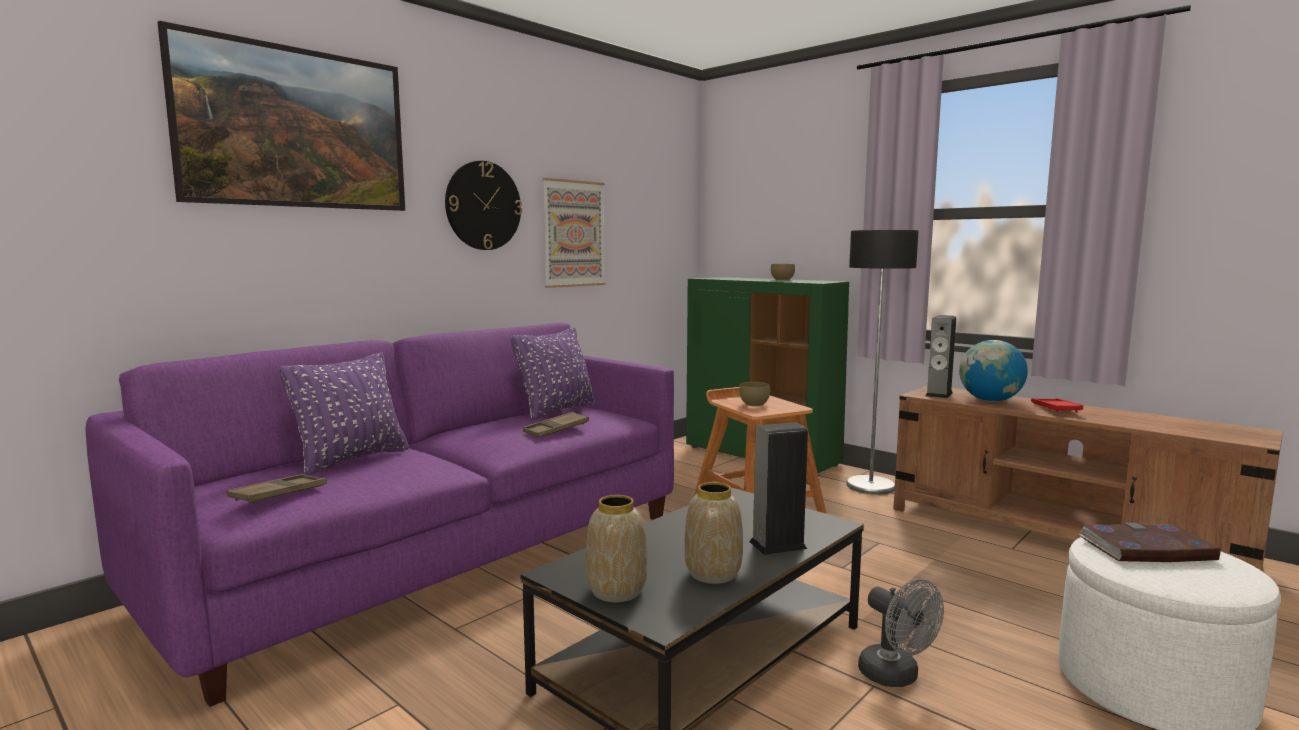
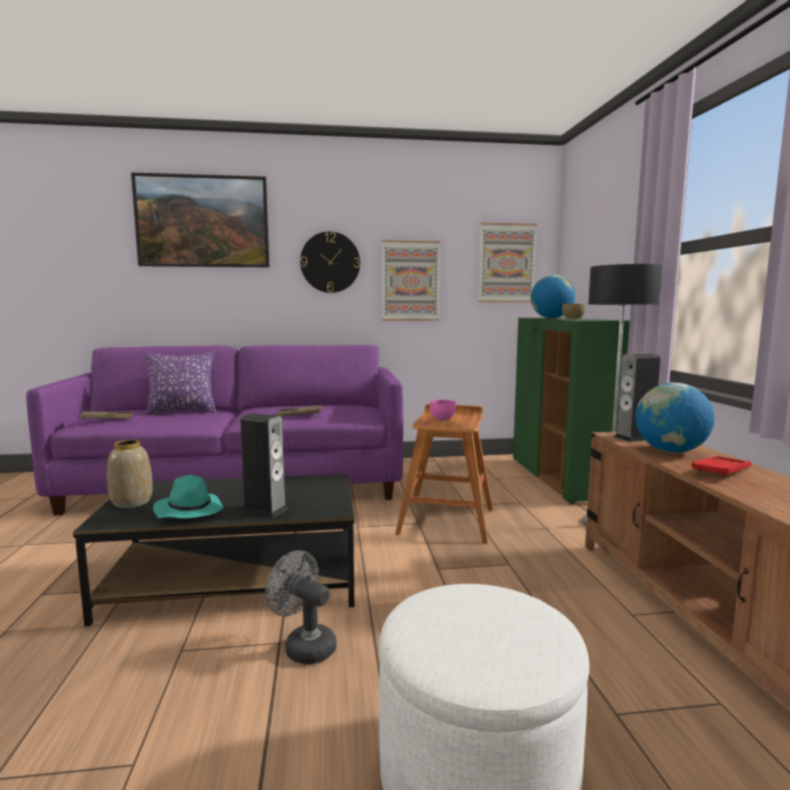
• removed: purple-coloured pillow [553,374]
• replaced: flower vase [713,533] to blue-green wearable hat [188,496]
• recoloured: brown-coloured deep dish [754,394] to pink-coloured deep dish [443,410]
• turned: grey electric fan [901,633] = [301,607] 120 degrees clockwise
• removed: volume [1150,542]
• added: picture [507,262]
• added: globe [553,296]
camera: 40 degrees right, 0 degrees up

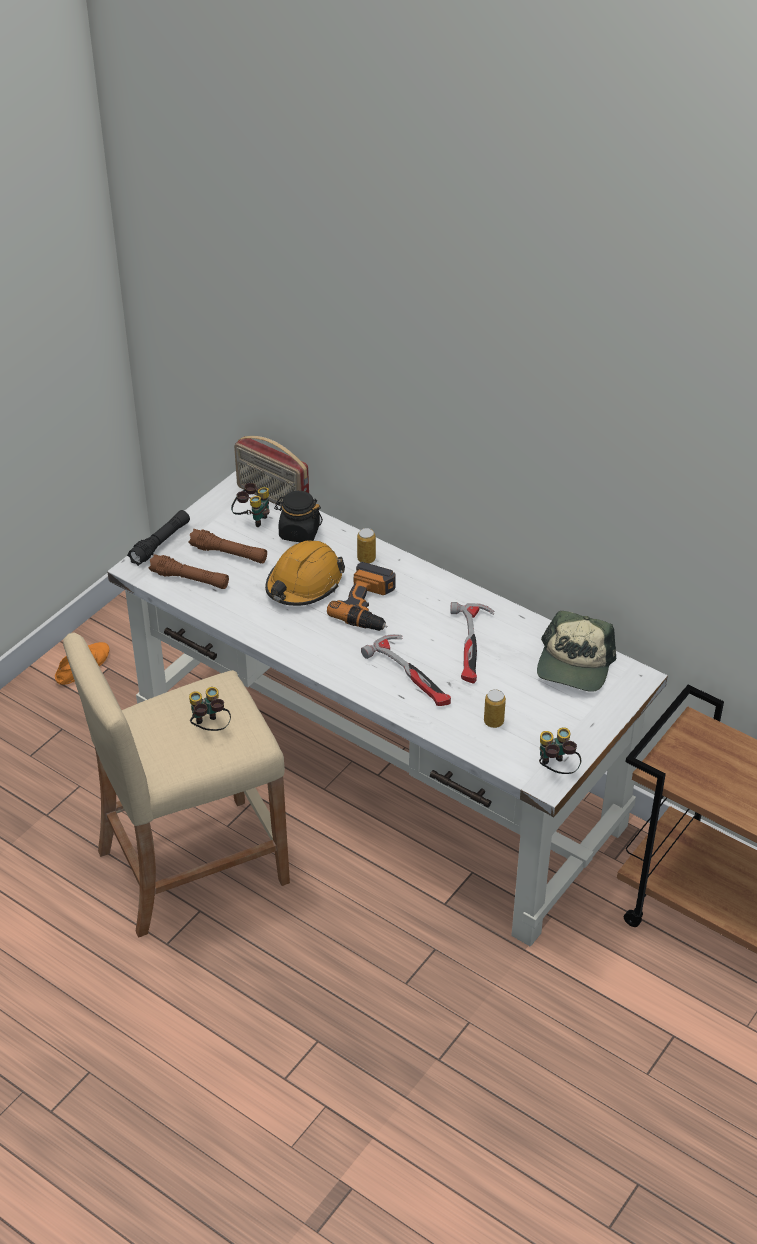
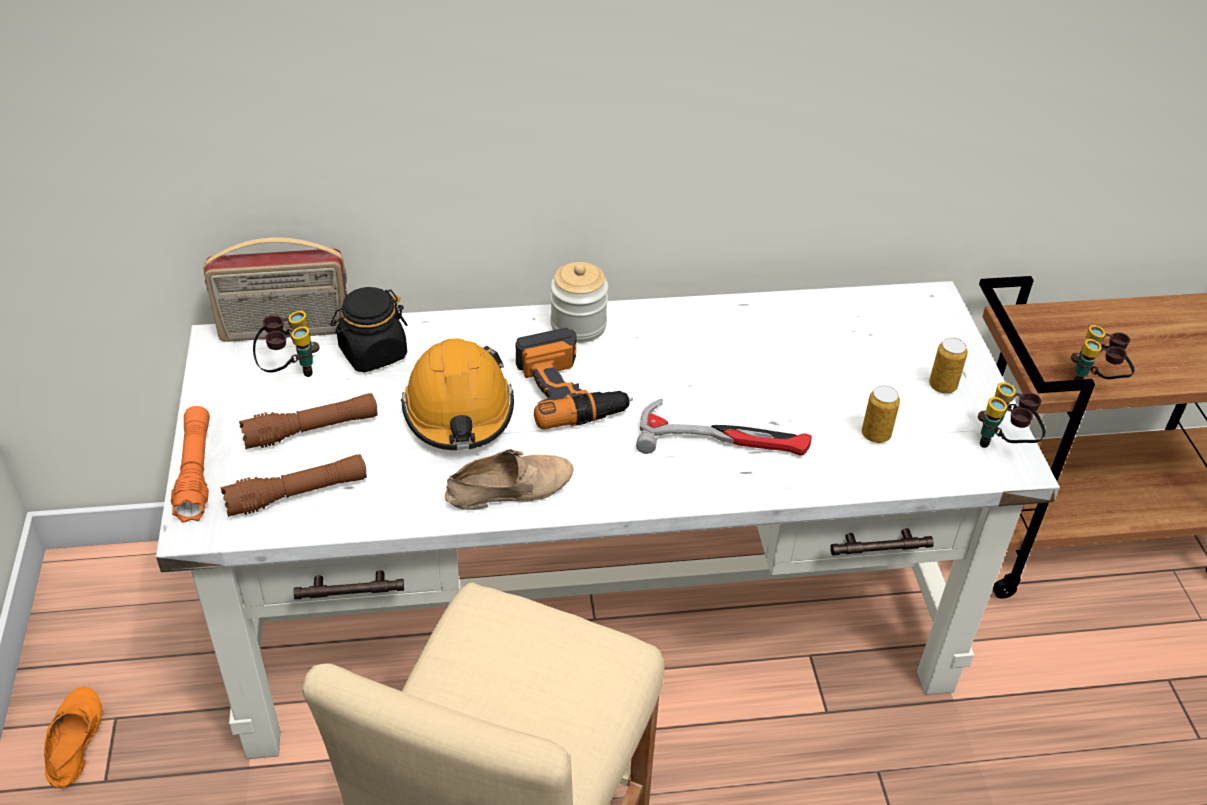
• recoloured: blackish flashlight [158,538] to orange flashlight [190,464]
• moved: field glasses [210,709] to [1103,352]
• moved: metal can [366,545] to [948,365]
• removed: tool hammer [472,642]
• removed: peaked cap [576,651]
• added: beige-coloured item of footwear [509,479]
• added: preserve jar [579,302]
camera: 45 degrees left, 0 degrees up

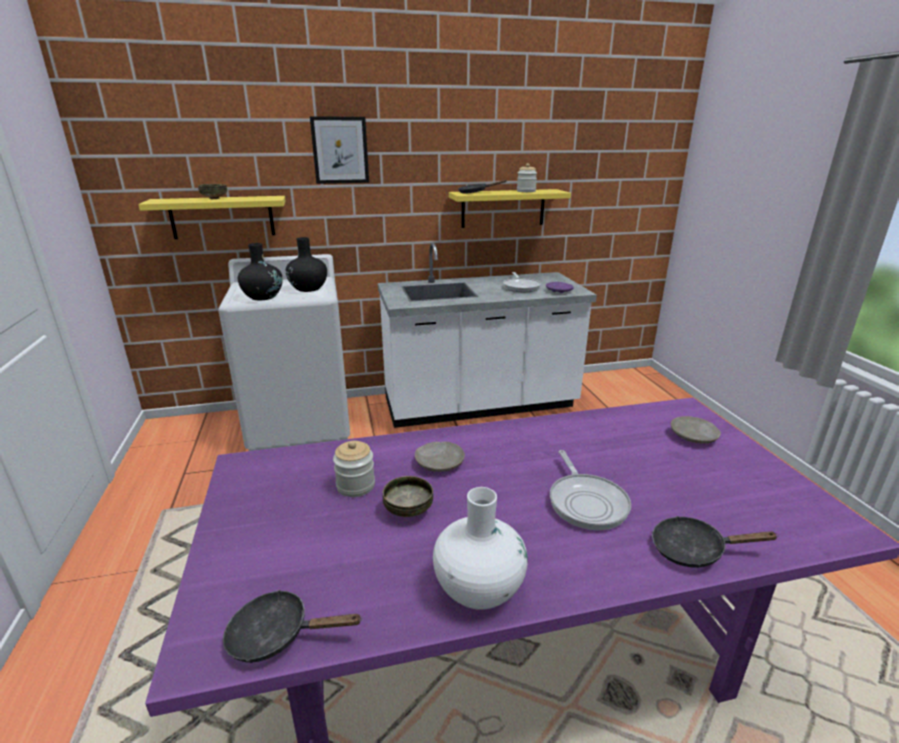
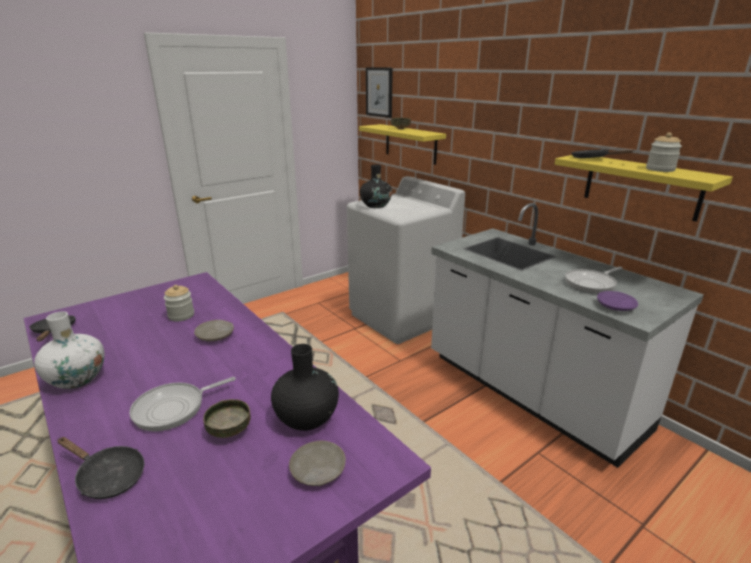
• moved: blackish flower vase [306,264] to [305,387]
• moved: picture [339,150] to [379,92]
• moved: deep dish [407,496] to [227,418]
• turned: blackish pan [715,542] = [100,468] 135 degrees clockwise
camera: 65 degrees right, 0 degrees up

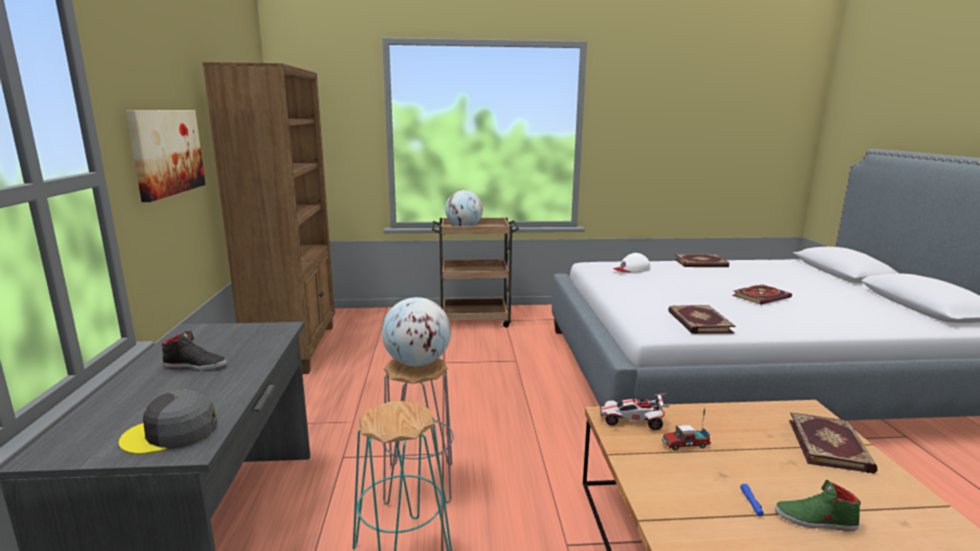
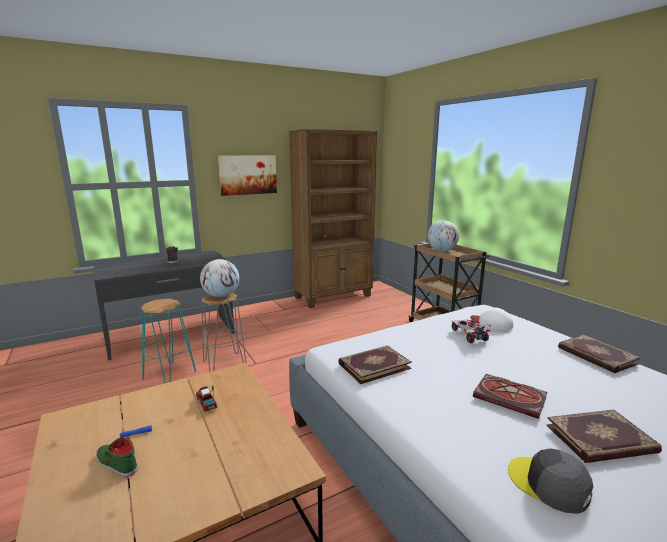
• moved: grey peaked cap [168,422] to [550,481]
• moved: miniature car [635,411] to [471,331]
• turned: green item of footwear [818,505] = [117,456] 45 degrees counterclockwise
• moved: volume [833,443] to [604,436]
camera: 65 degrees right, 0 degrees up

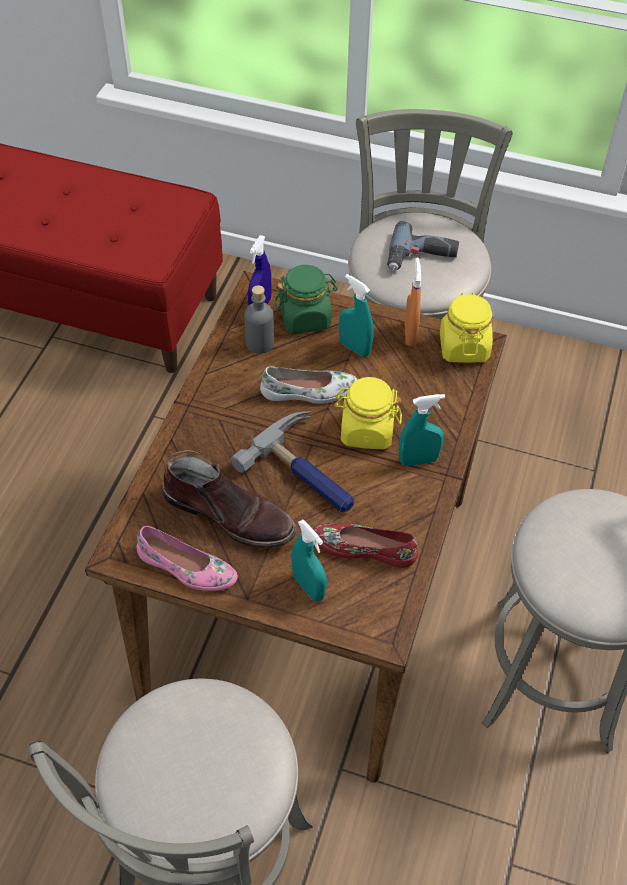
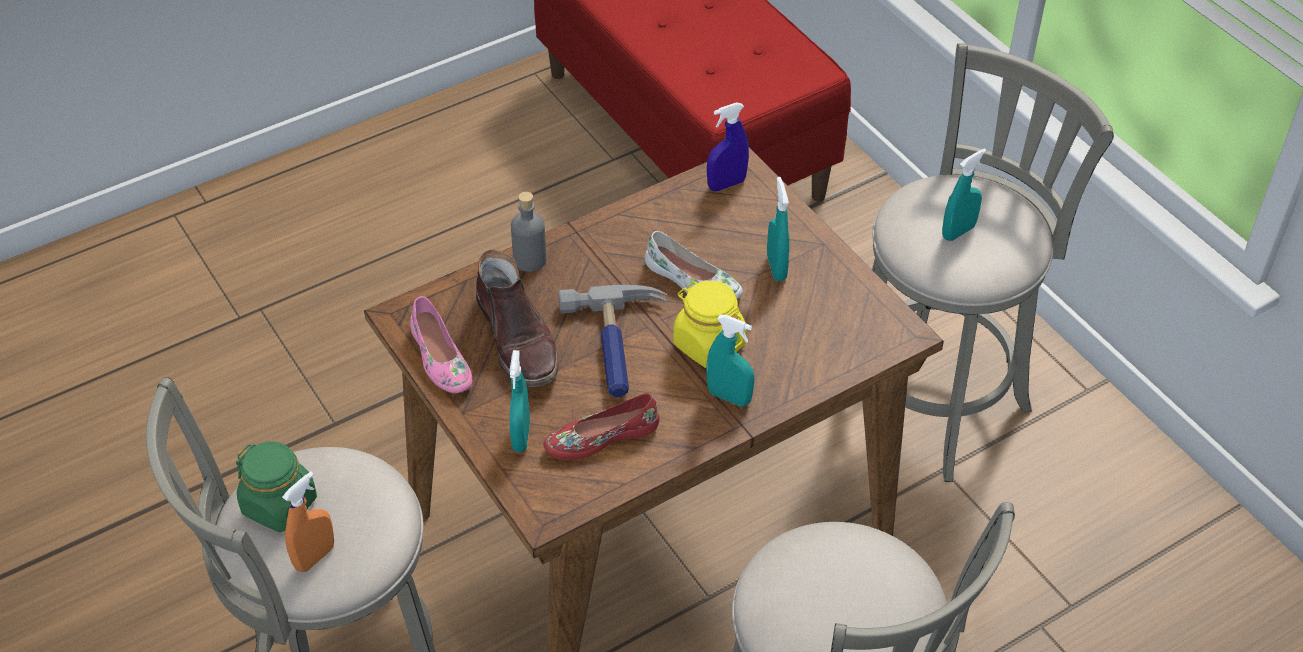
• moved: grey bottle [259,319] to [528,232]
• moved: green preserve jar [306,299] to [276,486]
• turned: red item of footwear [365,545] = [602,426] 75 degrees counterclockwise
• replaced: drill [423,246] to blue-green hand sprayer [964,194]
• moved: orange hand sprayer [413,302] to [308,521]
• removed: yellowish preserve jar [466,327]
camera: 40 degrees right, 5 degrees down

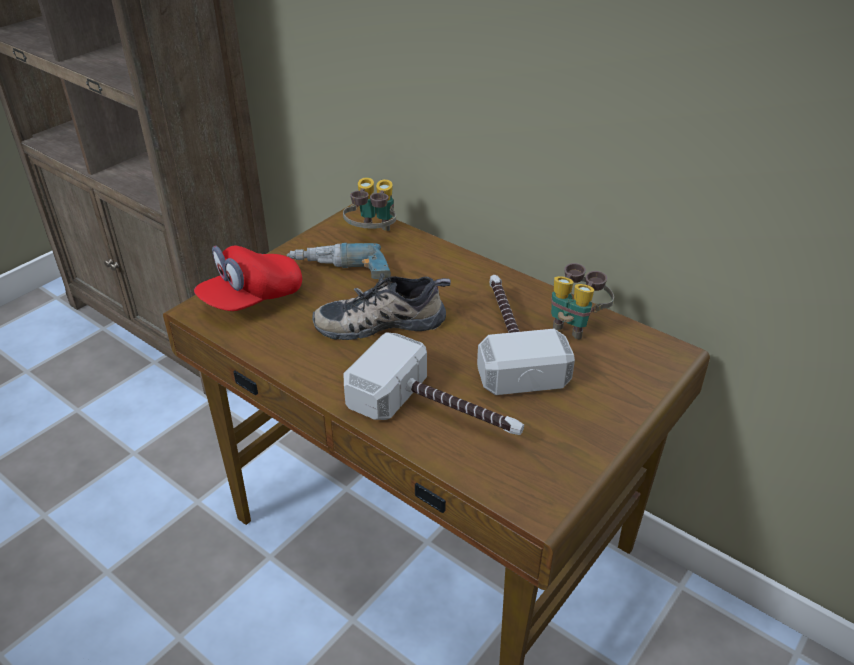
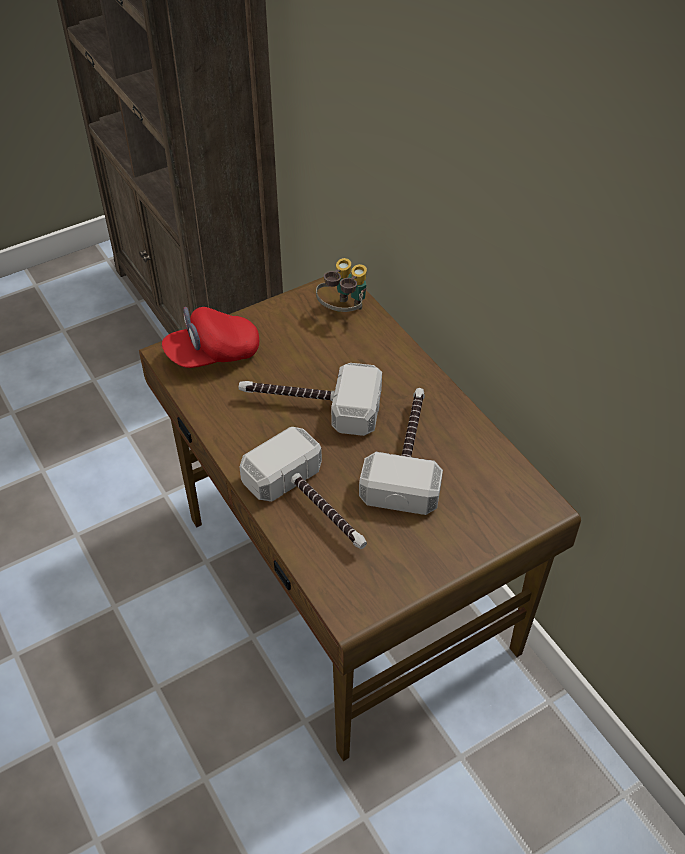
• removed: drill [339,262]
• replaced: item of footwear [381,308] to tool hammer [310,399]
• removed: field glasses [582,301]
camera: 20 degrees right, 10 degrees up

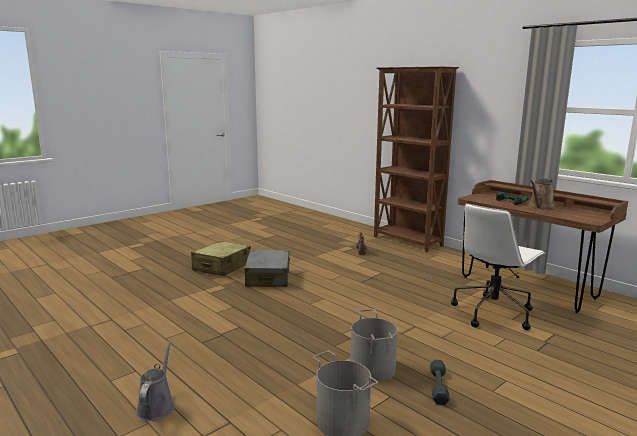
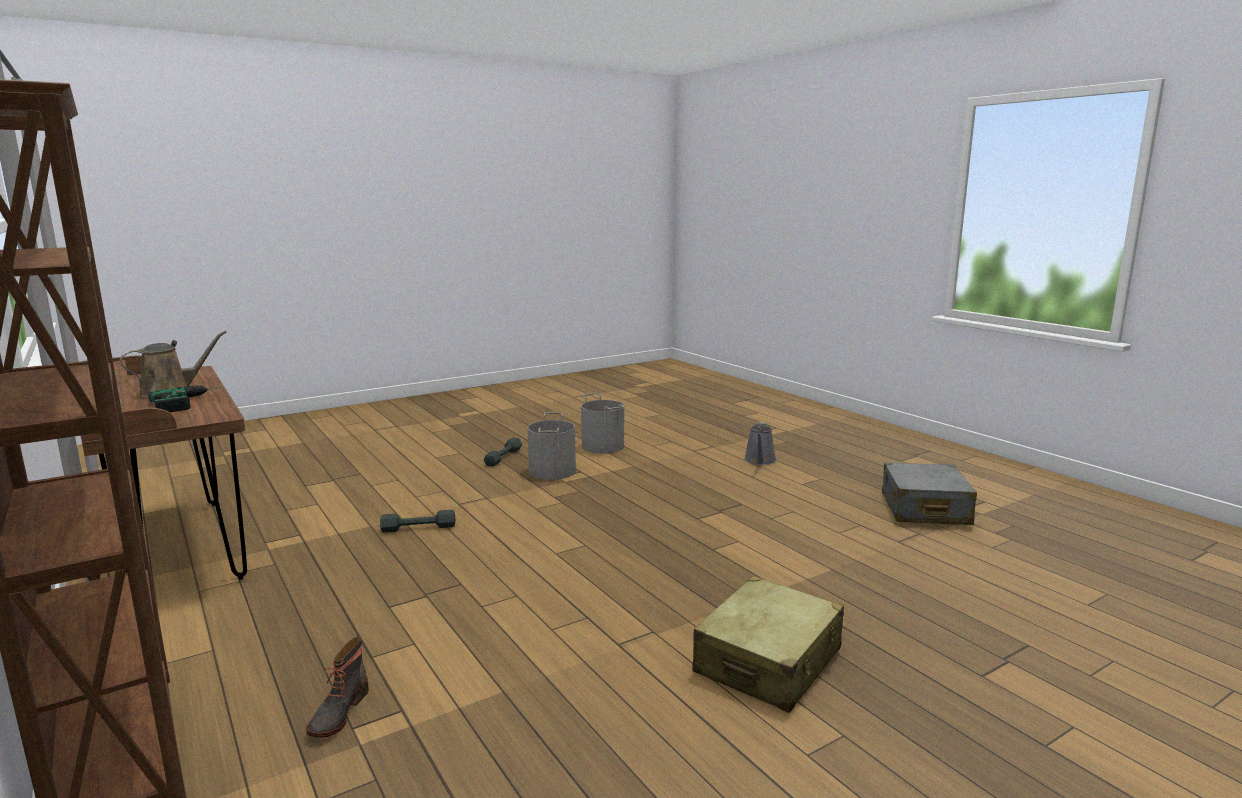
• moved: grey suitcase [267,268] to [929,494]
• removed: white-coloured office chair [498,266]
• added: grey dumbbell [417,521]
camera: 170 degrees left, 0 degrees up

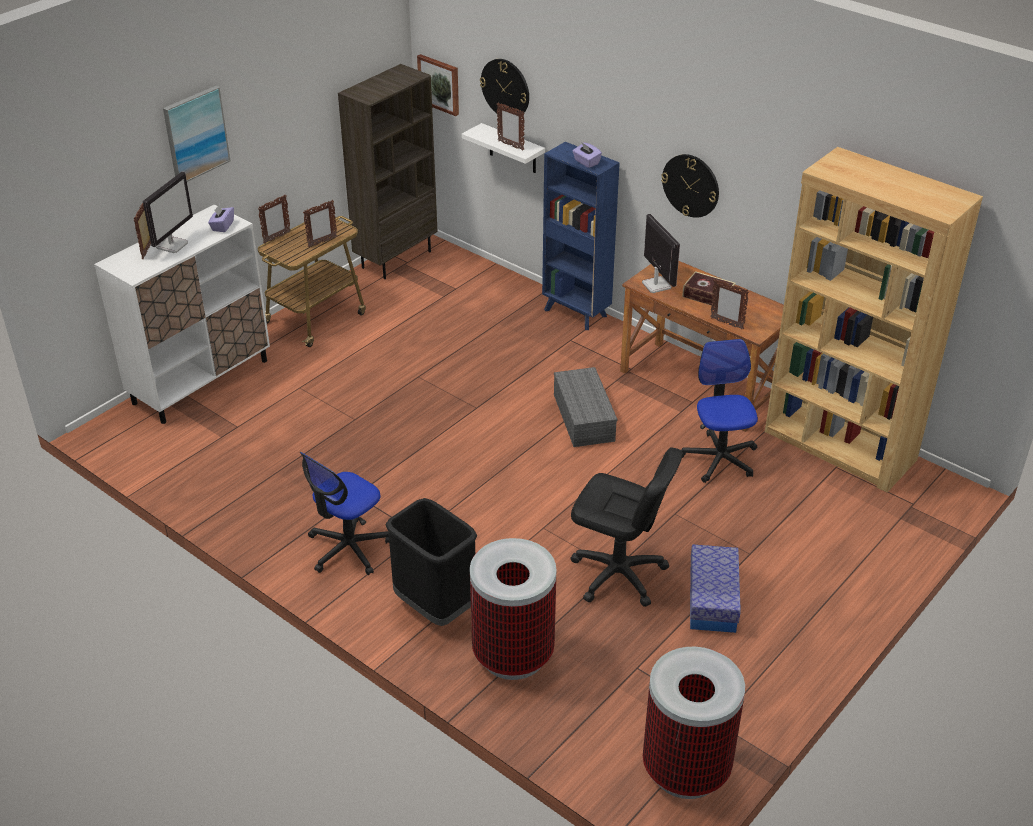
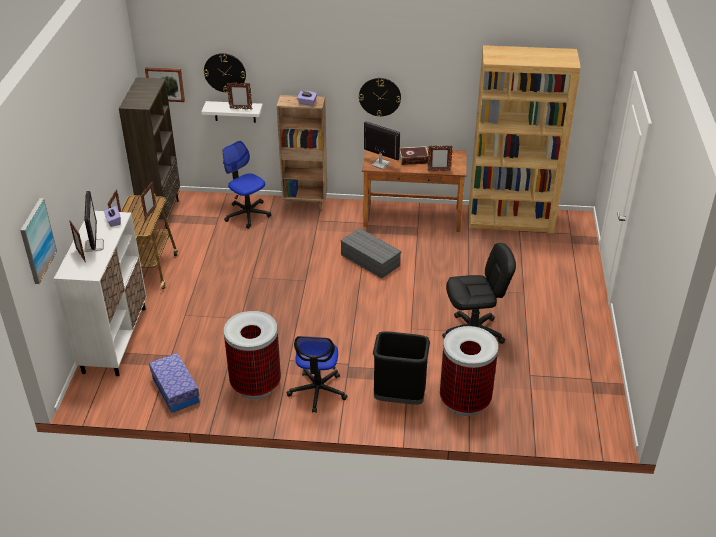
• moved: picture [196,134] to [38,241]
• recoloured: blue-coloured bookshelf [581,236] to brown-coloured bookshelf [302,153]
• moved: trash can [694,723] to [252,355]
• moved: office chair [719,411] to [247,185]
• moved: storage bin [715,588] to [174,383]
camera: 35 degrees left, 0 degrees up

